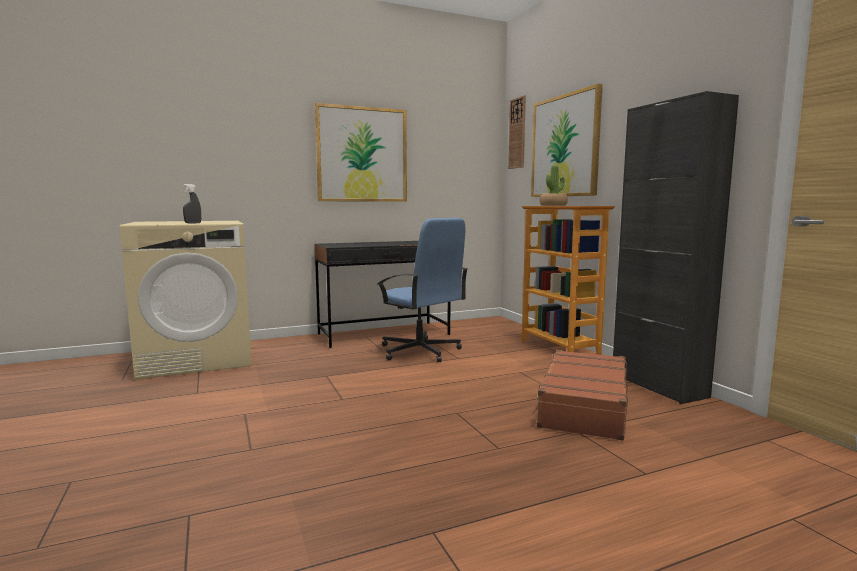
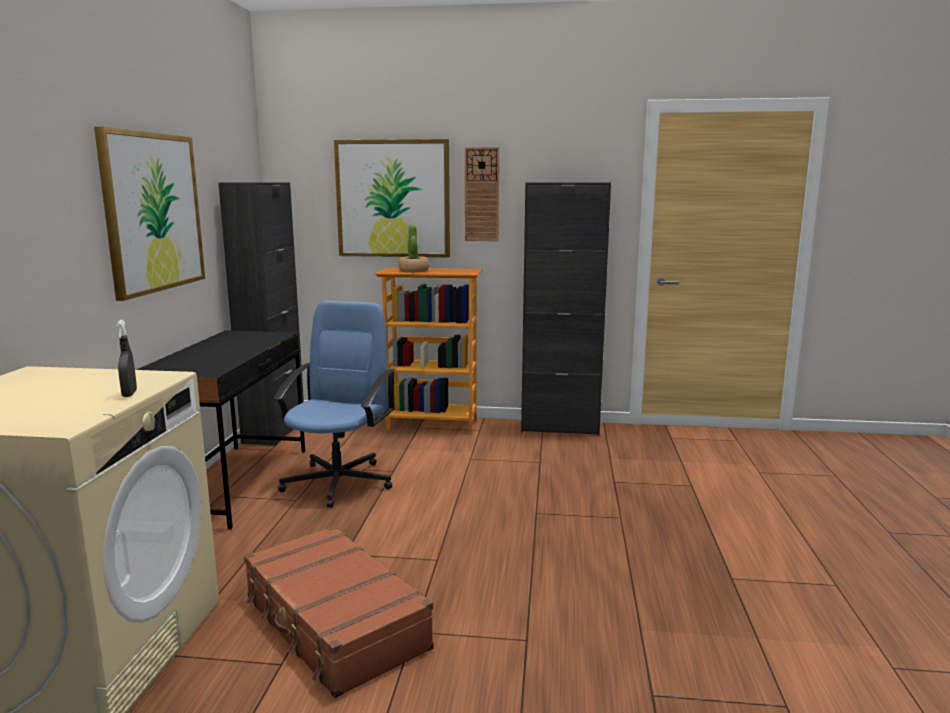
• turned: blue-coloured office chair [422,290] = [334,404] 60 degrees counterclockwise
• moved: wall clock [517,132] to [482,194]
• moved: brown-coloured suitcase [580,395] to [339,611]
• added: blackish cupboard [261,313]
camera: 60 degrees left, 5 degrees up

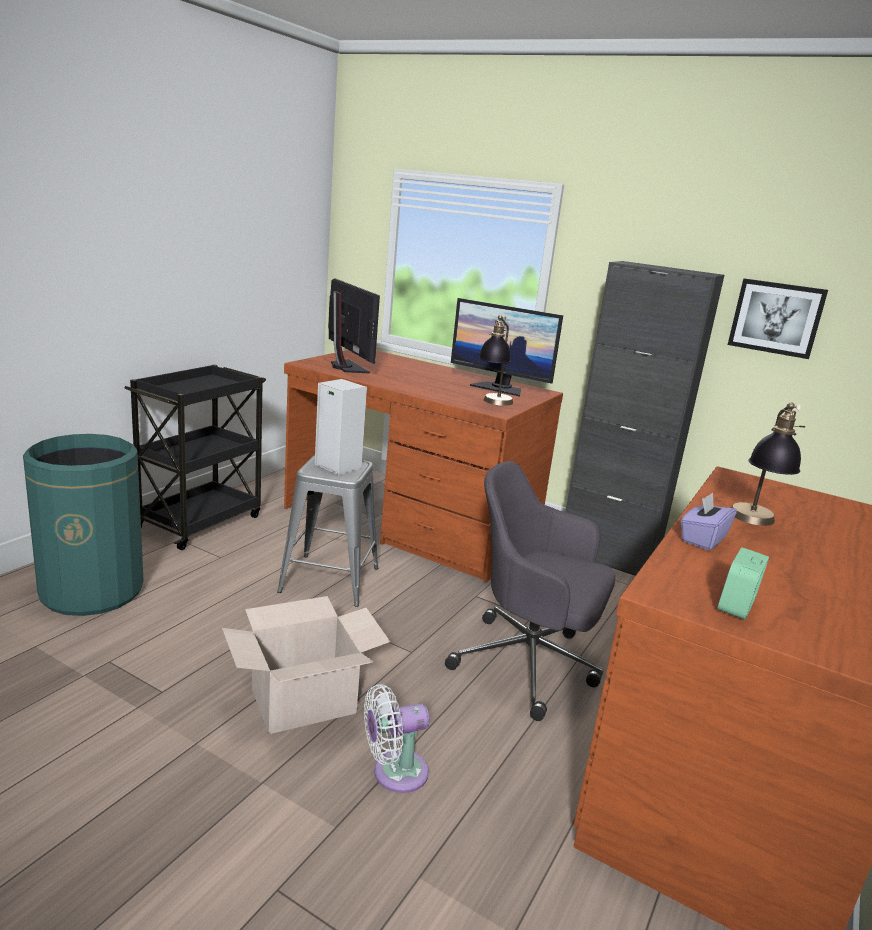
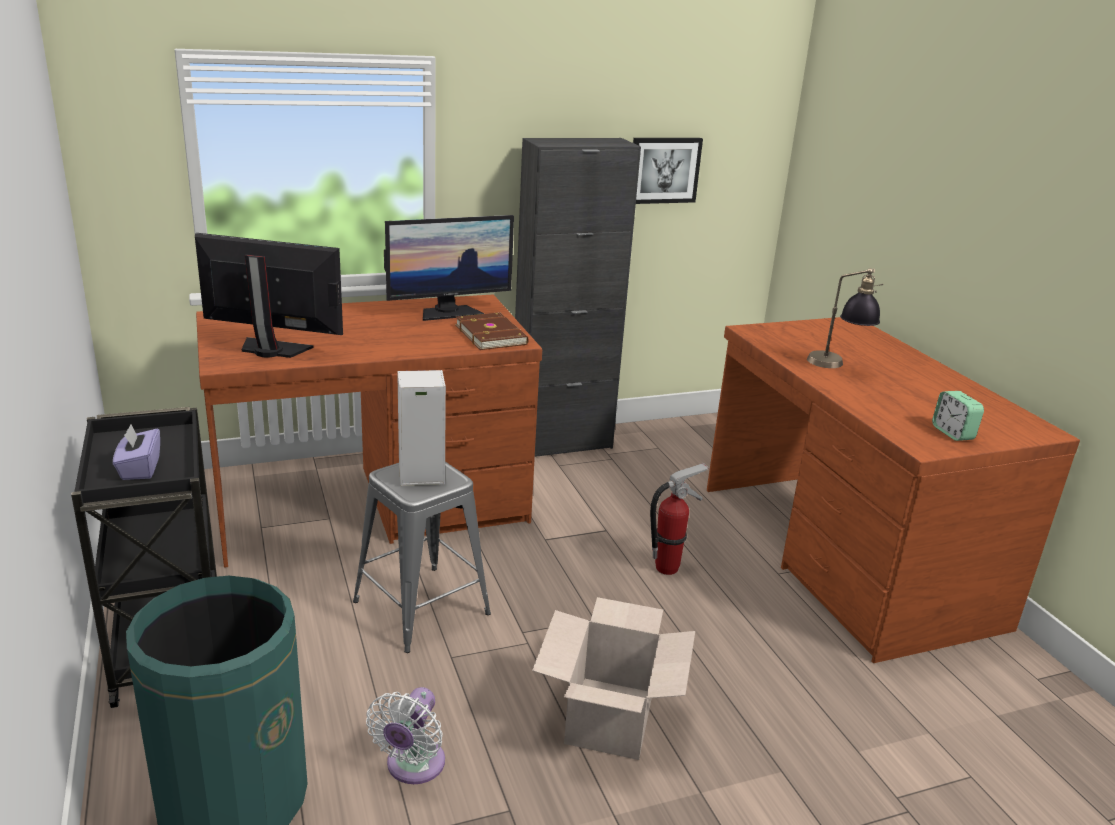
• moved: white-coloured electric fan [397,738] to [405,735]
• replaced: grey office chair [530,591] to fire-fighting cylinder [679,519]
• replaced: lamp for a table [495,360] to brown-coloured volume [492,331]
• moved: purple-coloured tissue box [708,521] to [136,452]
camera: 50 degrees left, 5 degrees up

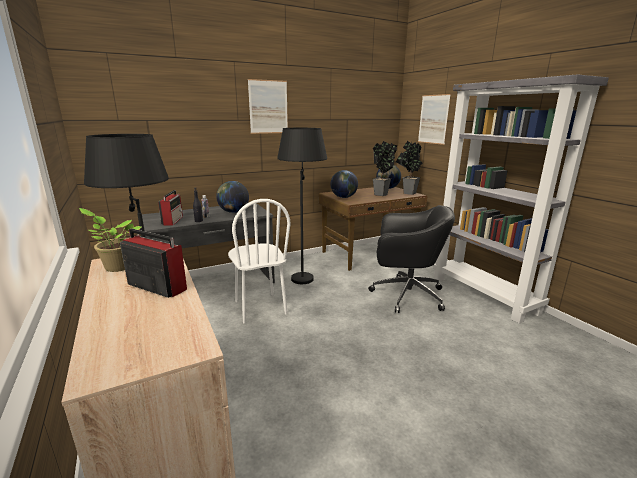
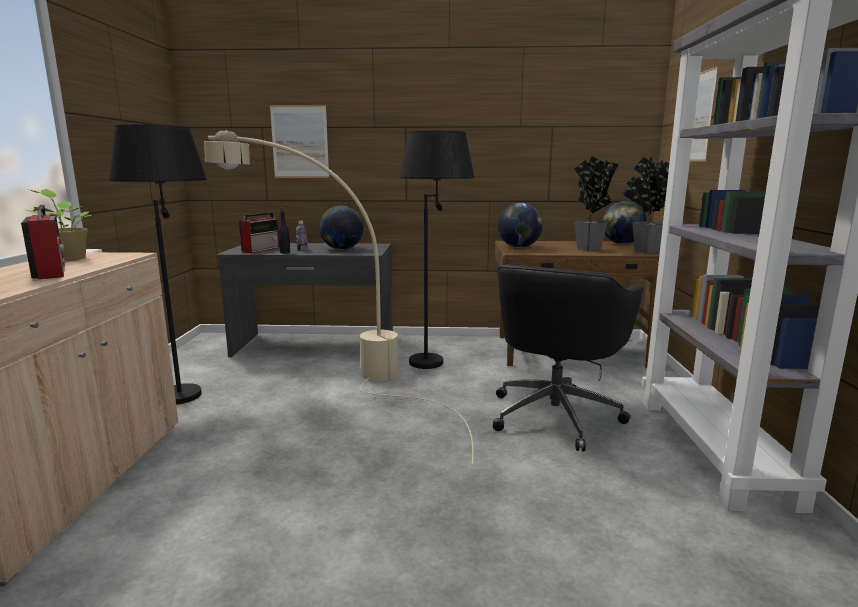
• replaced: white-coloured upright chair [259,261] to beige-coloured standing lamp [339,297]
• moved: picture [268,106] to [299,141]
• turned: blackish office chair [411,259] = [568,358] 75 degrees clockwise
camera: 30 degrees right, 5 degrees down

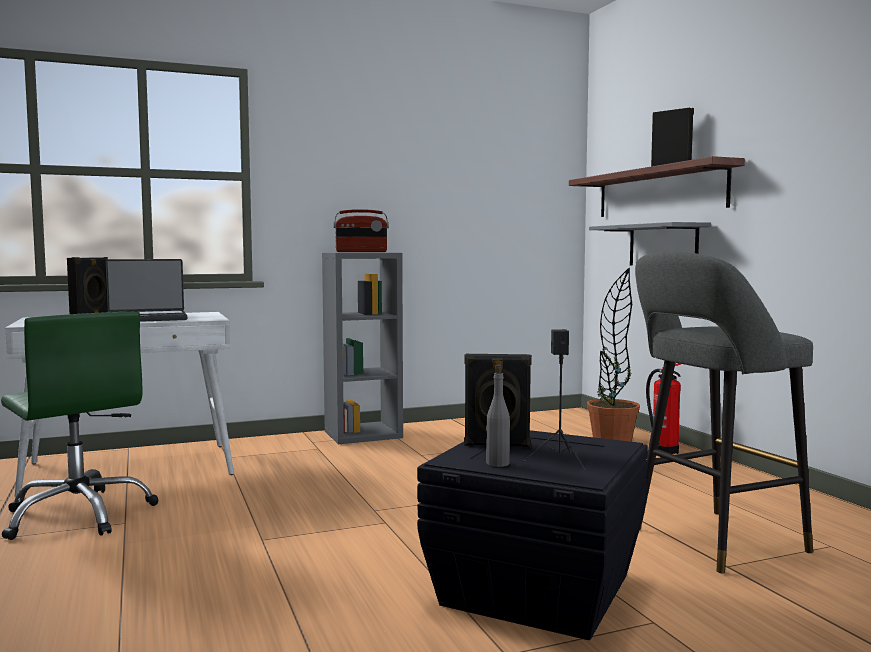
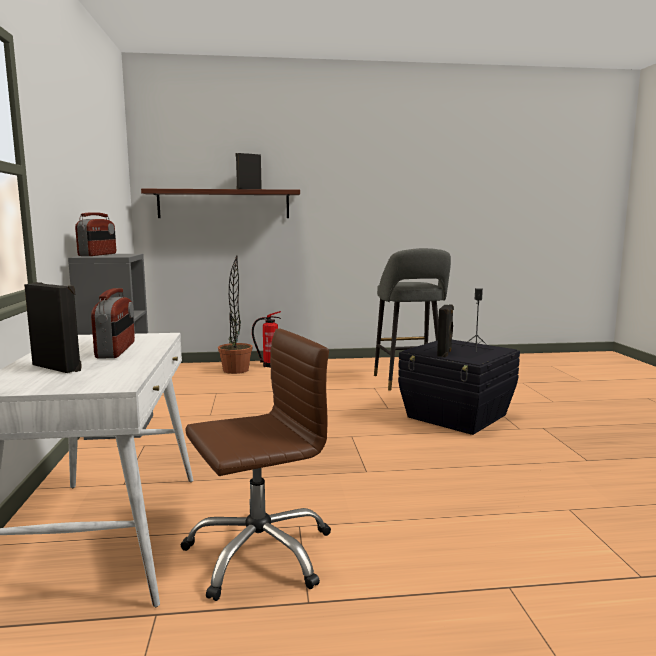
• recoloured: green office chair [79,426] to brown-coloured office chair [256,464]
• replaced: laptop [146,290] to radio set [113,323]
• removed: grey bottle [498,416]
• removed: grey bracket shelf [650,244]
camera: 75 degrees left, 5 degrees up

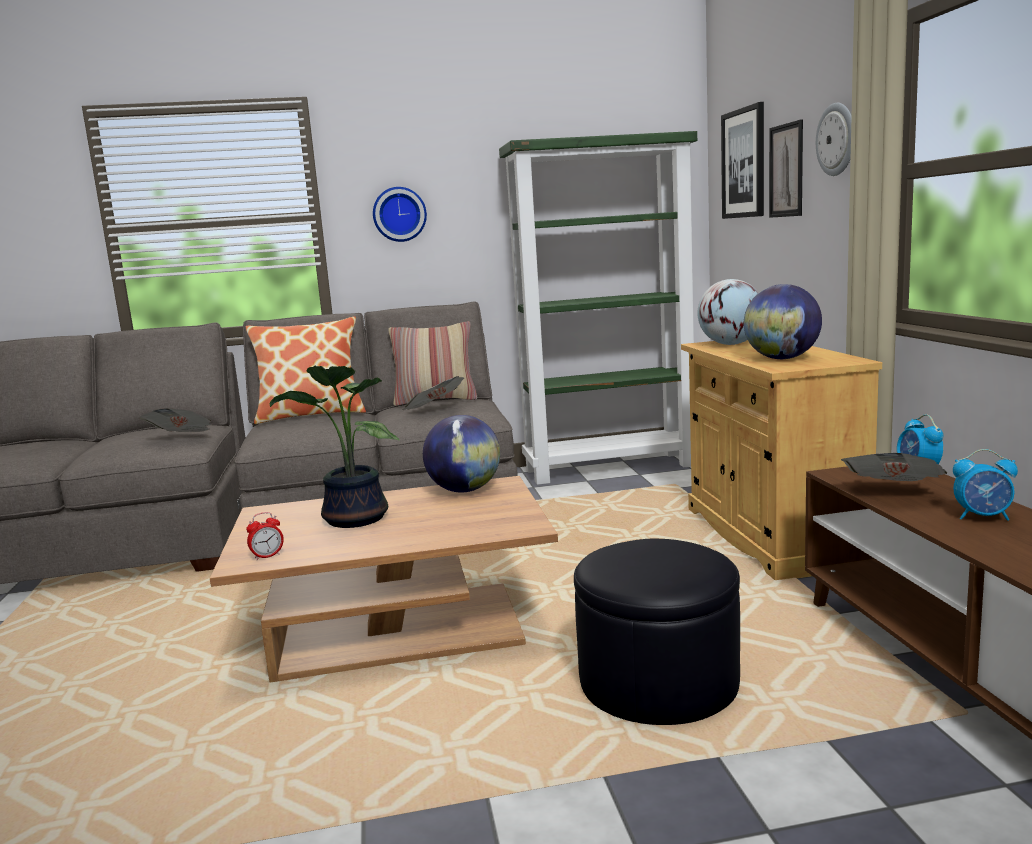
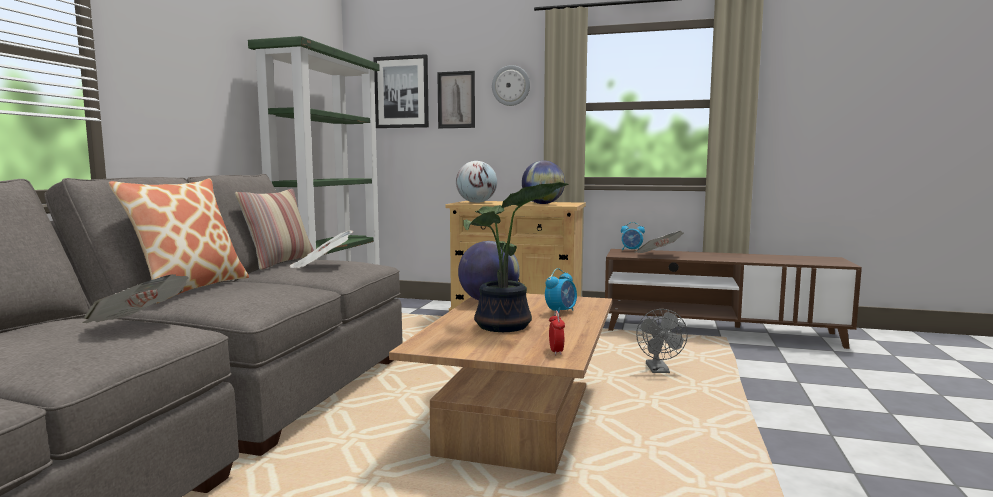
• removed: wall clock [400,214]
• replaced: blackish footrest [657,632] to grey electric fan [662,341]
• moved: table clock [985,485] to [561,290]
camera: 65 degrees left, 5 degrees down

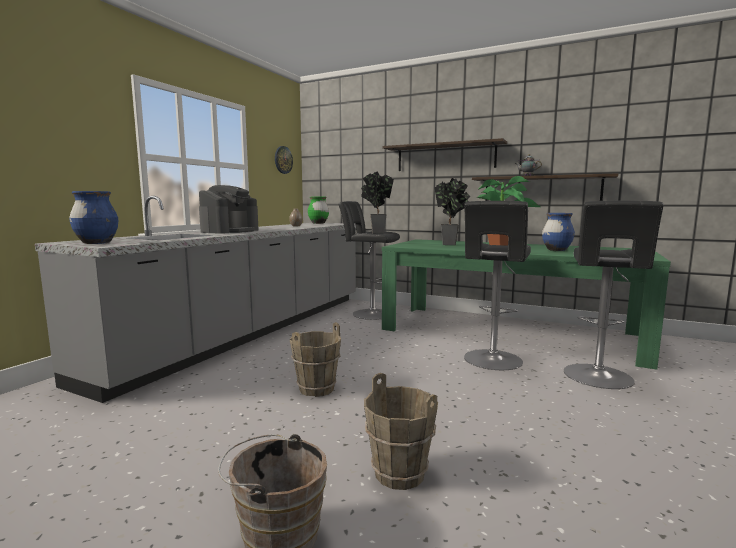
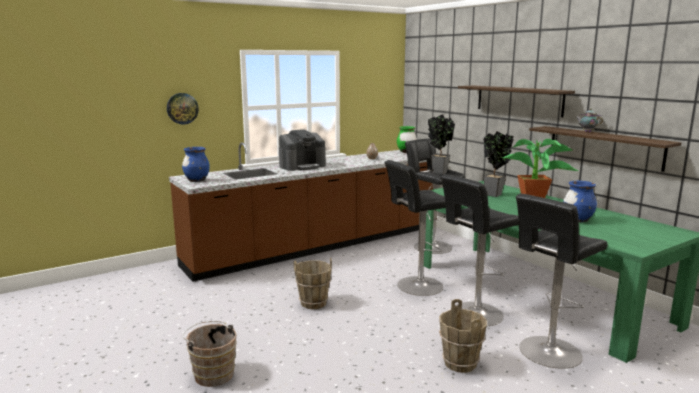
• recoloured: grey kitchen counter [195,299] to brown-coloured kitchen counter [303,212]
• moved: wall clock [284,160] to [183,109]
• moved: brown-coloured water bucket [401,431] to [463,336]
• added: blackish stool [415,228]
camera: 30 degrees right, 5 degrees up

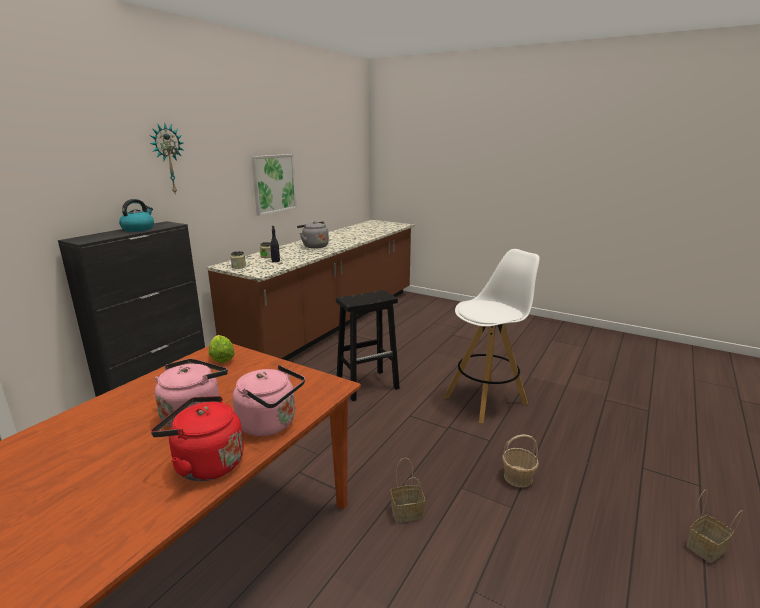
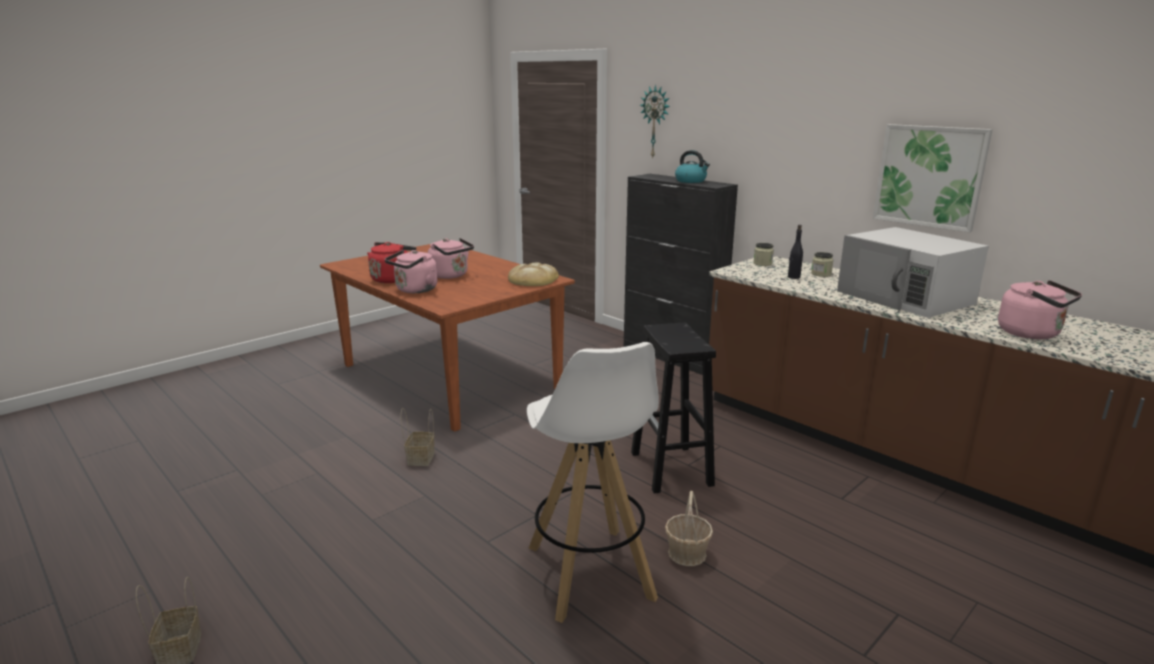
• moved: wall clock [166,157] to [655,122]
• replaced: lettuce head [221,349] to baked bread [533,274]
• replaced: grey water kettle [313,234] to white-coloured kitchen microwave [913,272]
• moved: household basket [520,461] to [689,528]
• added: pink-coloured water kettle [1040,309]
camera: 105 degrees right, 0 degrees up

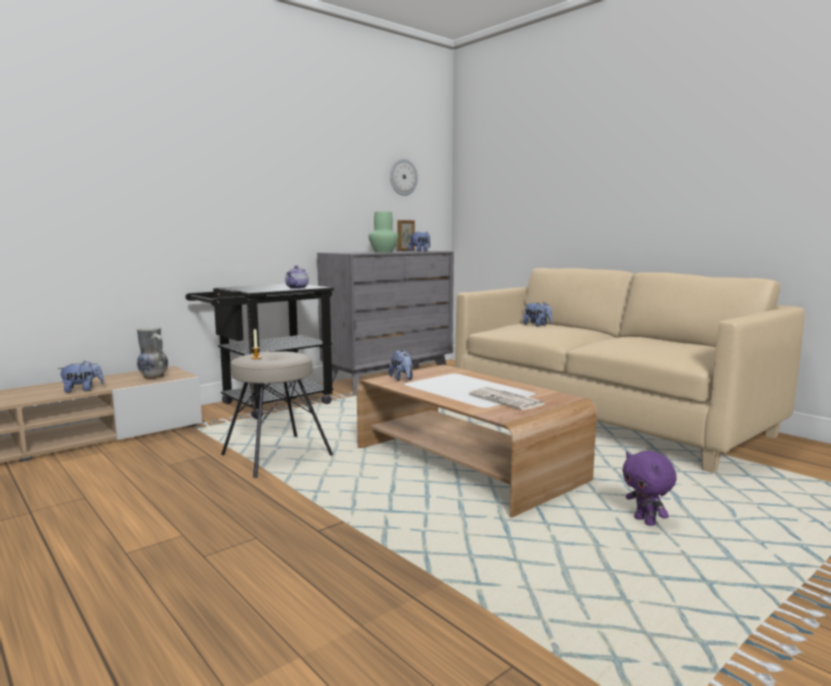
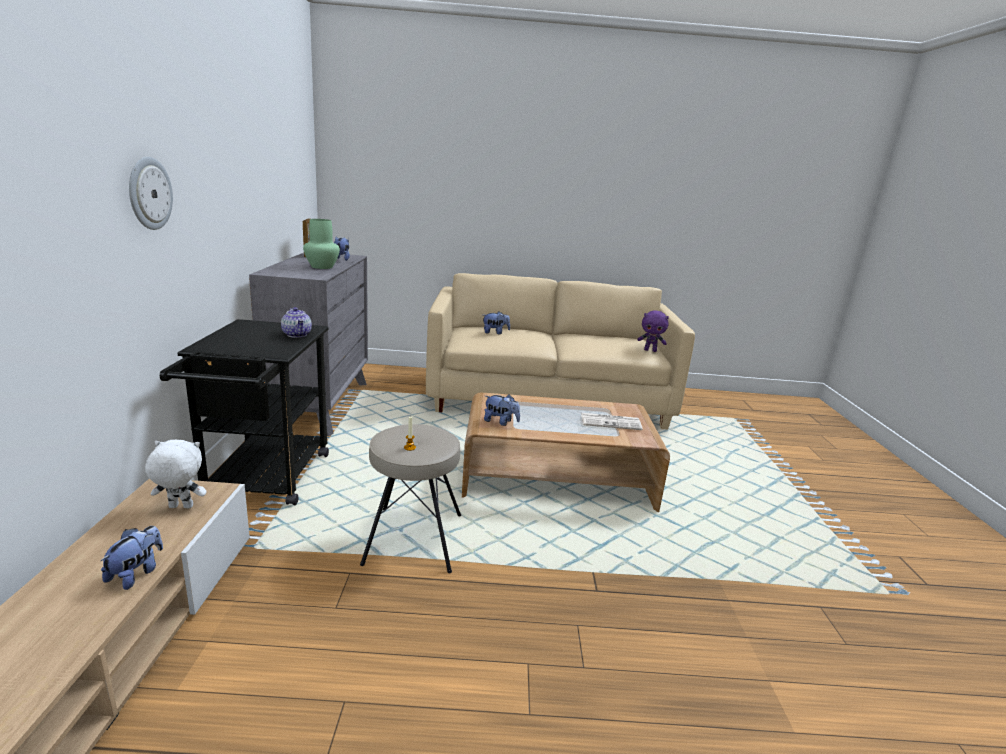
• replaced: flower vase [152,353] to white-coloured soft toy [176,474]
• moved: wall clock [404,177] to [151,193]
• moved: purple-coloured soft toy [649,488] to [653,331]
camera: 50 degrees left, 10 degrees up

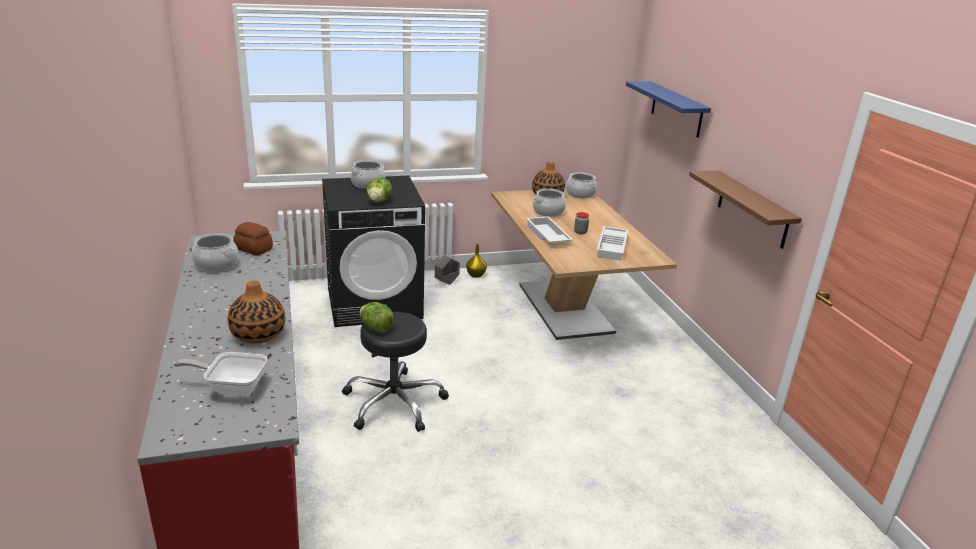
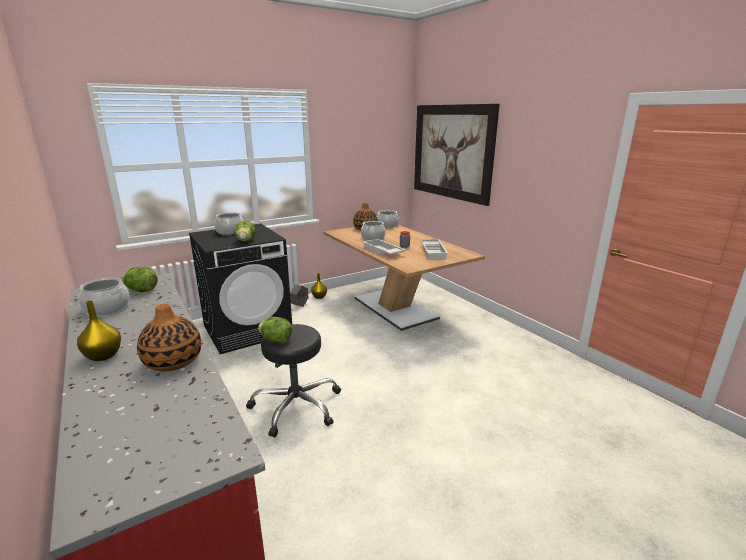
• removed: pan [220,374]
• replaced: baked bread [253,238] to lettuce head [140,279]
• replaced: blue-coloured bracket shelf [668,110] to picture [457,155]
• removed: brown-coloured bracket shelf [745,209]
• added: yellowish flower vase [99,330]
camera: 15 degrees left, 5 degrees down

